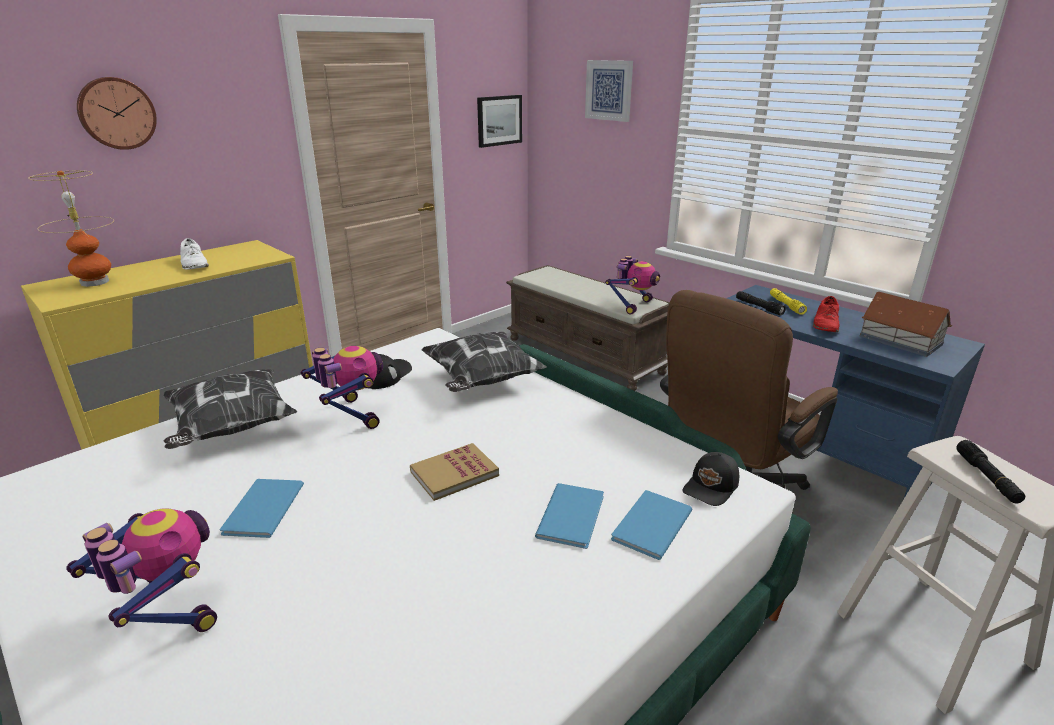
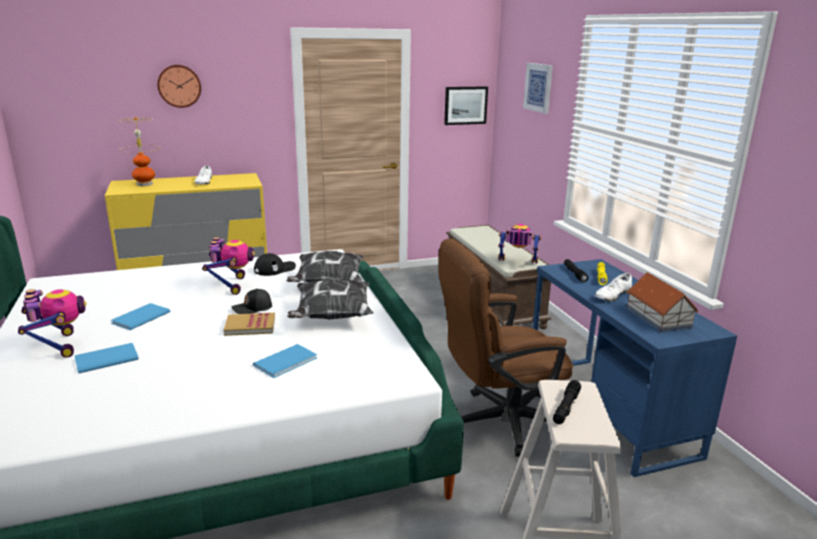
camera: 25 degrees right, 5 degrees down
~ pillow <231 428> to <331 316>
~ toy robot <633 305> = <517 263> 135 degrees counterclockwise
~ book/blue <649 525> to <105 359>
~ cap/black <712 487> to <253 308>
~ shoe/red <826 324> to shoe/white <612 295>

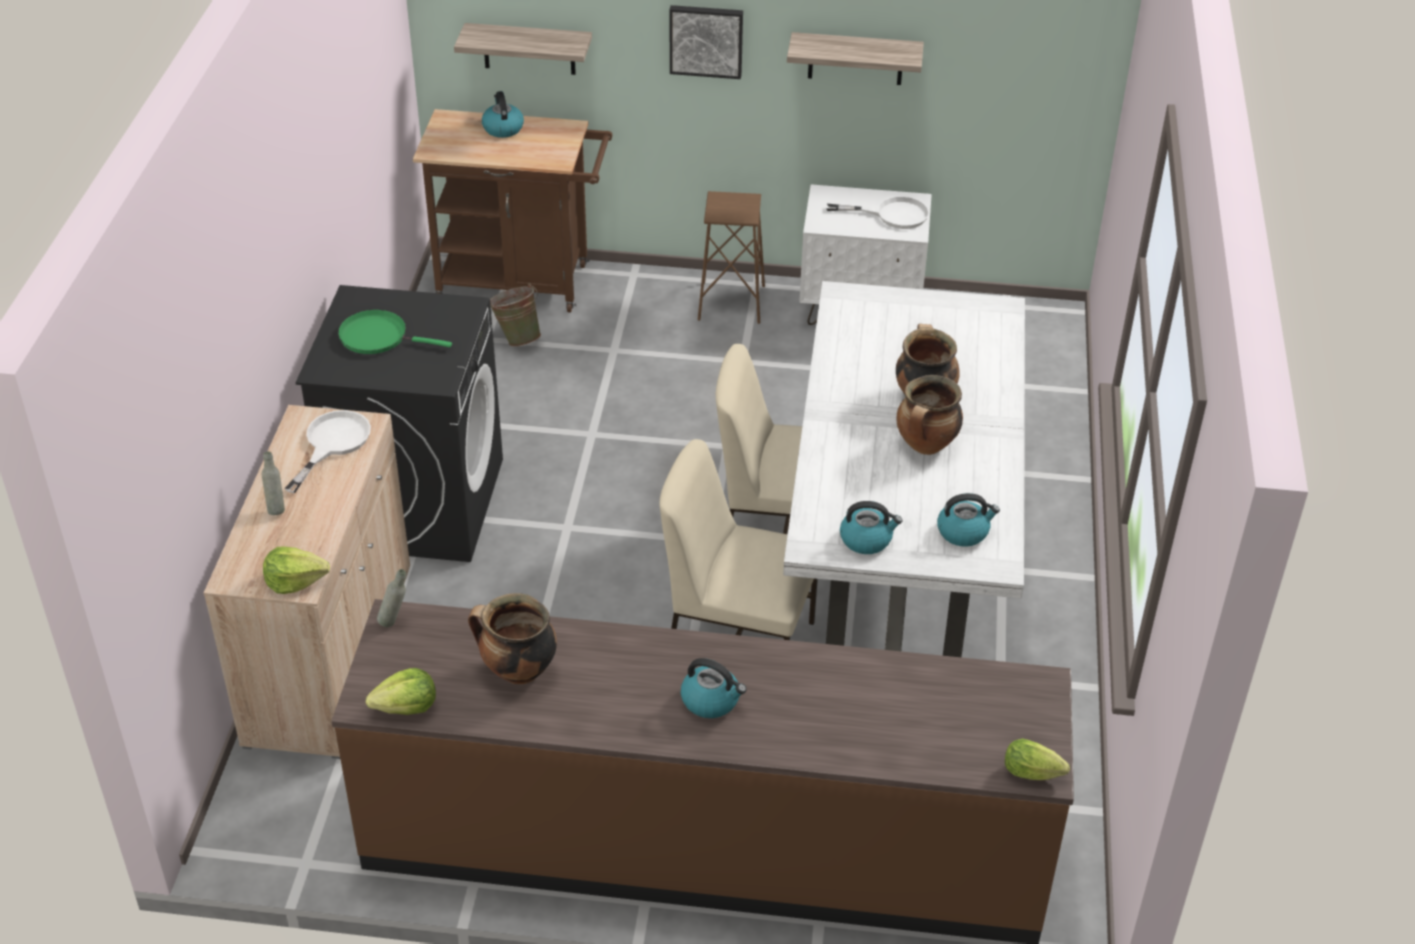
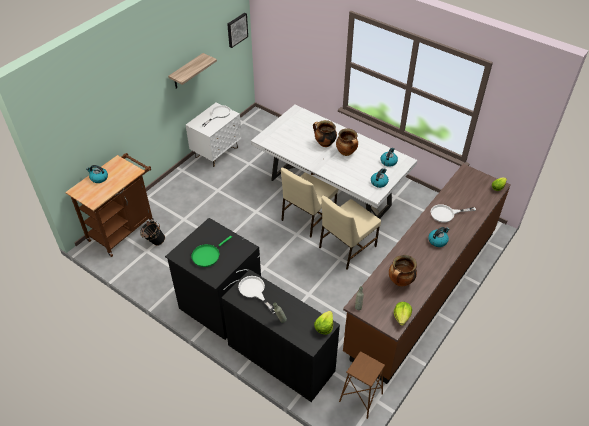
camera: 60 degrees left, 5 degrees up
~ cabinet/beige <330 655> to cabinet/black <281 358>
- shelf <529 49>
~ bucket/green <517 338> to bucket/black <154 242>
~ picture <706 40> to <236 29>
~ stool/brown <731 303> to <361 397>
+ frying pan/white <446 214>

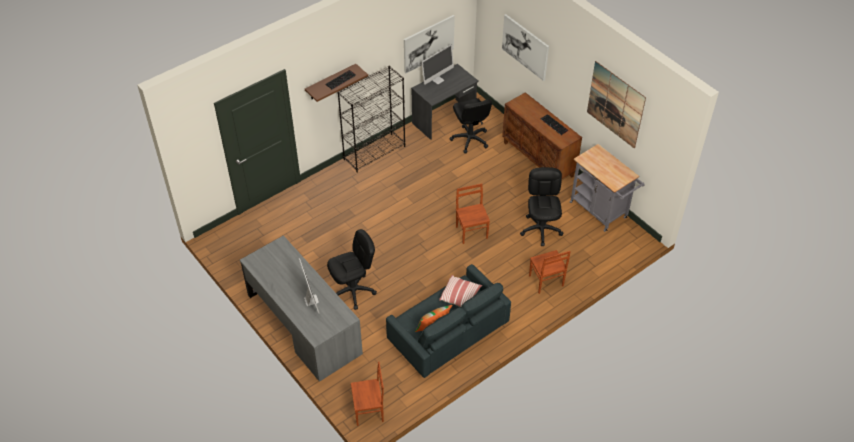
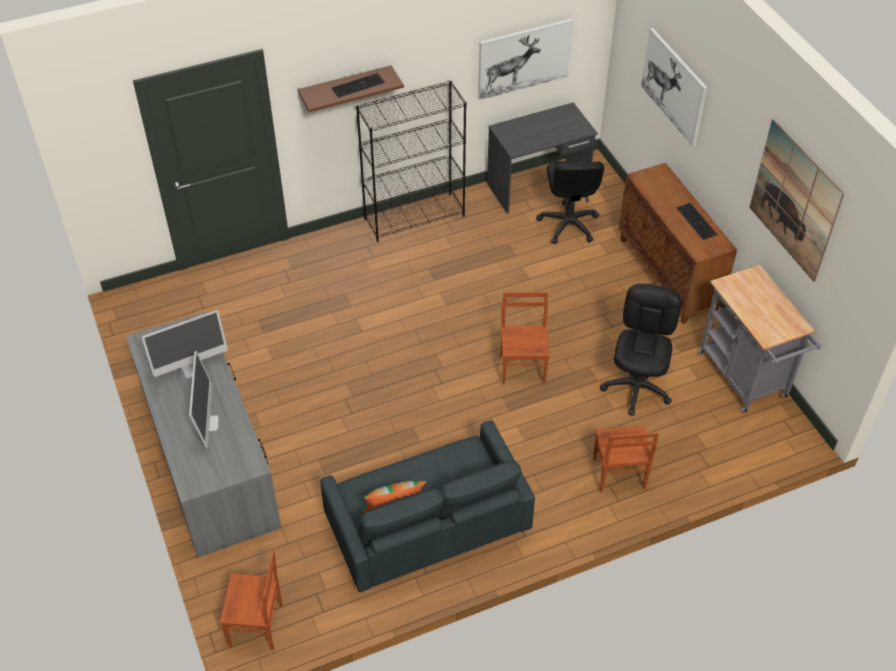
camera: 15 degrees right, 0 degrees up
- office chair/black <353 291>
~ monitor <437 79> to <192 368>
- pillow <460 296>

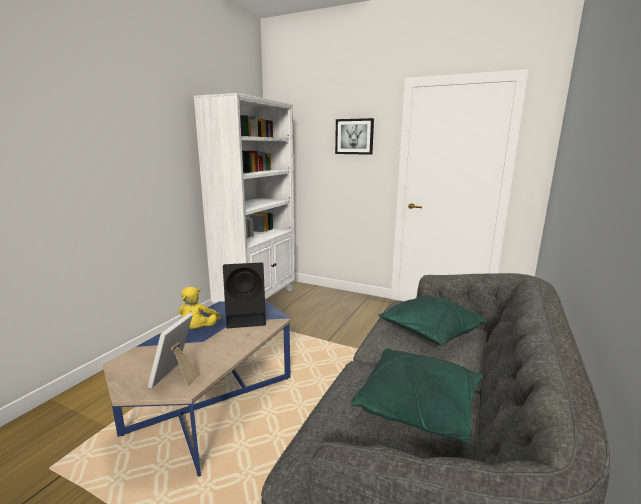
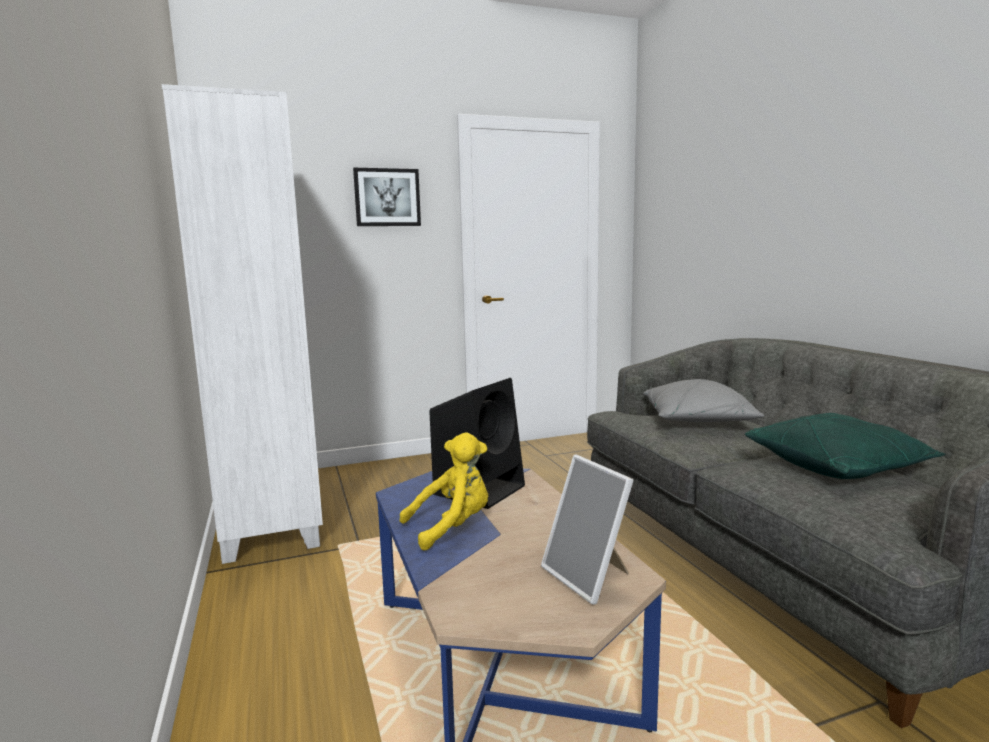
camera: 45 degrees left, 5 degrees down
~ plush toy/yellow <198 329> = <452 527> 75 degrees counterclockwise
~ pillow/green <430 332> to pillow/grey <698 422>

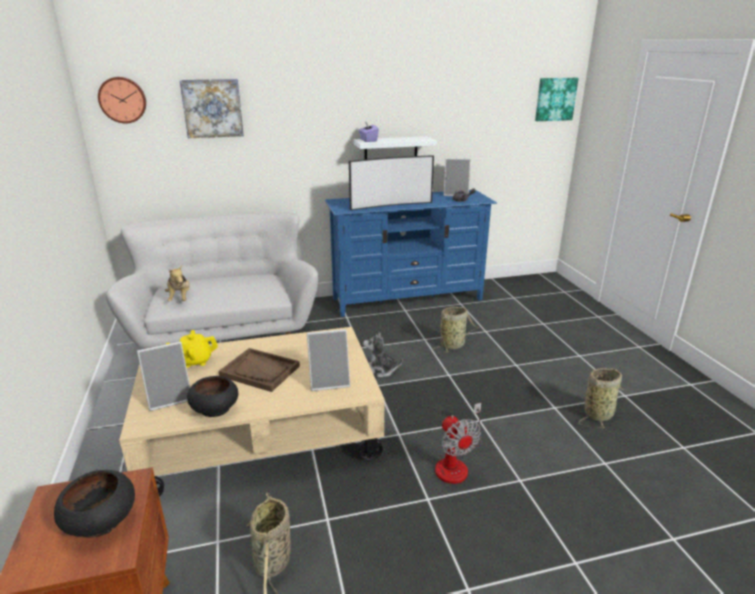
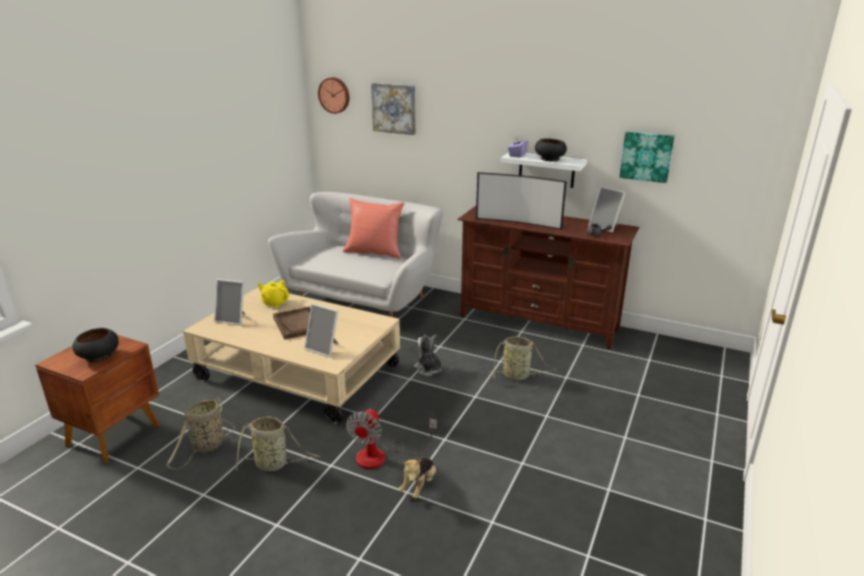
camera: 40 degrees right, 0 degrees up
~ plush toy <180 298> to <419 485>
~ bowl/black <215 408> to <550 159>
~ tv stand/blue <407 298> to tv stand/brown <539 322>
~ picture <555 99> to <646 156>
~ basket <599 413> to <274 464>
+ pillow/red <374 252>

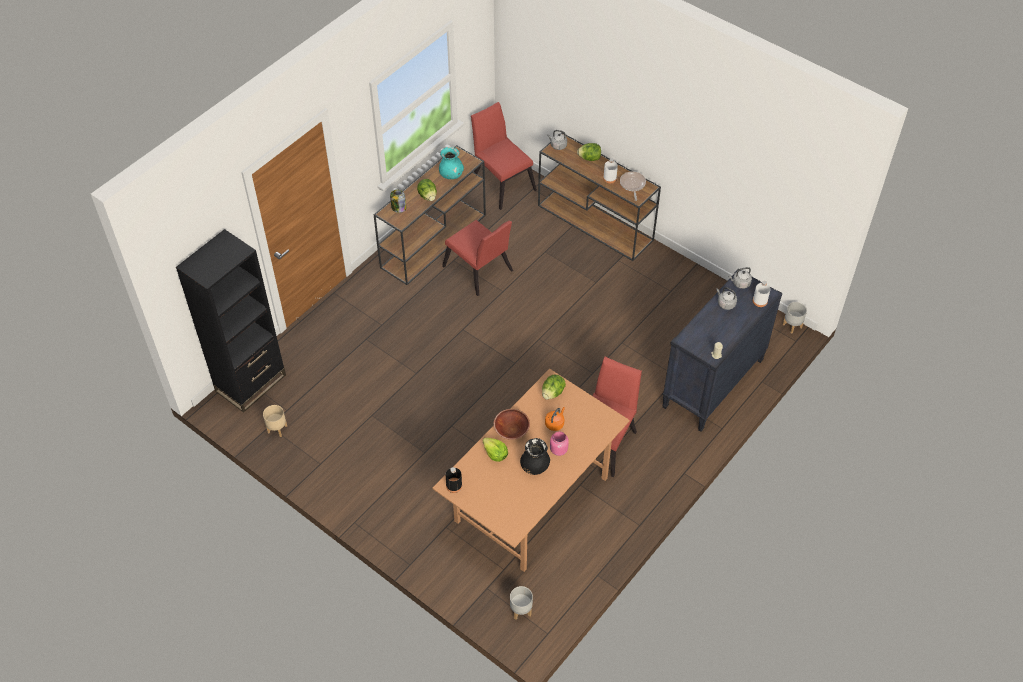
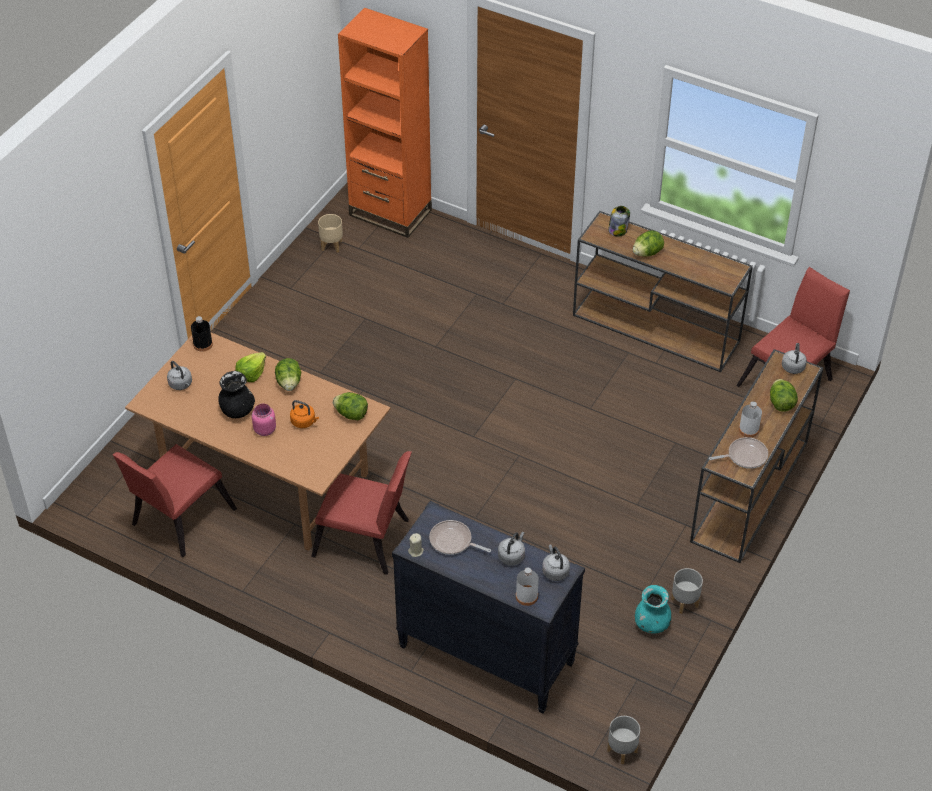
camera: 80 degrees right, 5 degrees down
~ bookcase/black <251 383> to bookcase/orange <390 213>
~ vase/turquoise <451 175> to <651 624>
~ chair/red <480 272> to <178 520>
~ bowl/brown <511 429> to lettuce <289 383>
~ planter/grey <521 610> to <685 602>
+ kettle/grey <181 384>
+ frying pan <453 541>

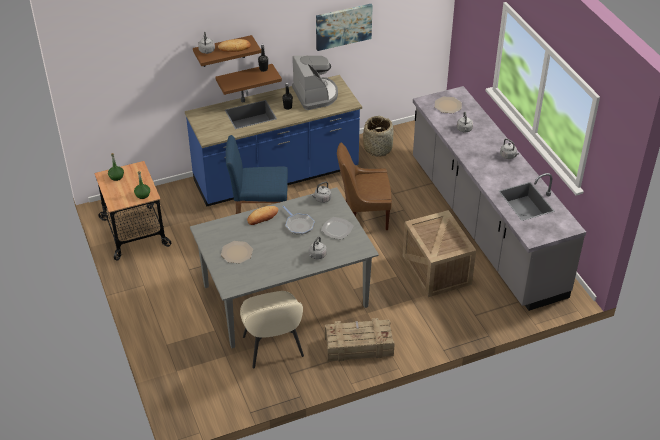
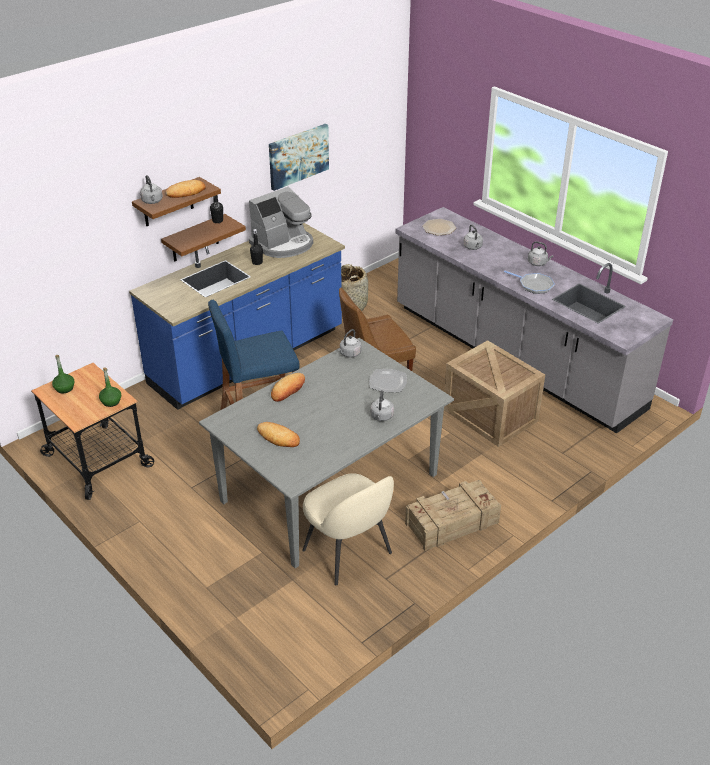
camera: 20 degrees left, 5 degrees down
~ plate <237 252> to bread <278 437>
~ frying pan <298 225> to <534 285>
~ coffee machine <315 95> = <283 244> 90 degrees clockwise

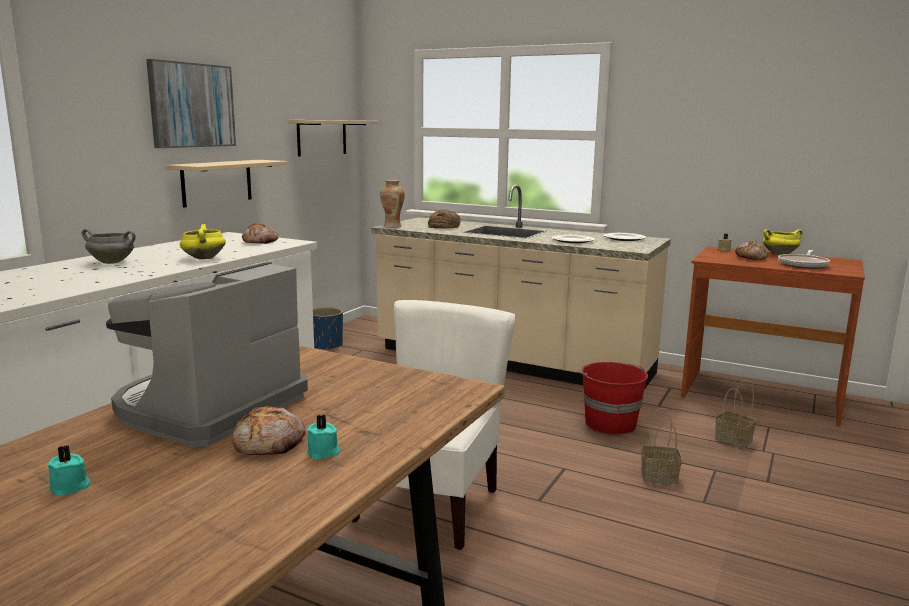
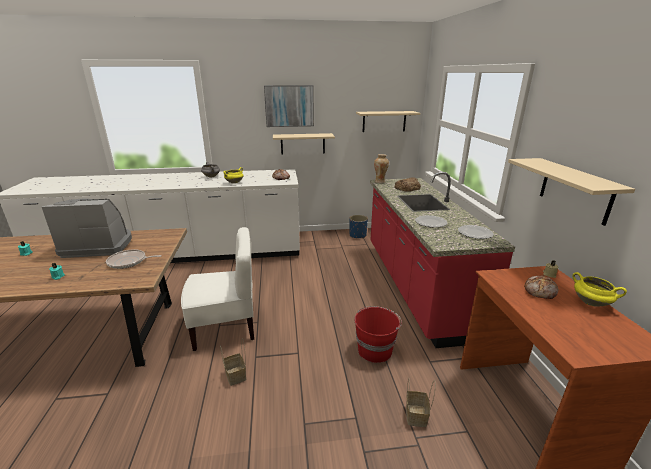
camera: 55 degrees right, 10 degrees up
- bread <270 443>
~ counter/beige <511 362> to counter/red <415 286>
~ basket <660 476> to <236 376>
~ frying pan <803 265> to <129 262>
+ shelf/beige <575 190>

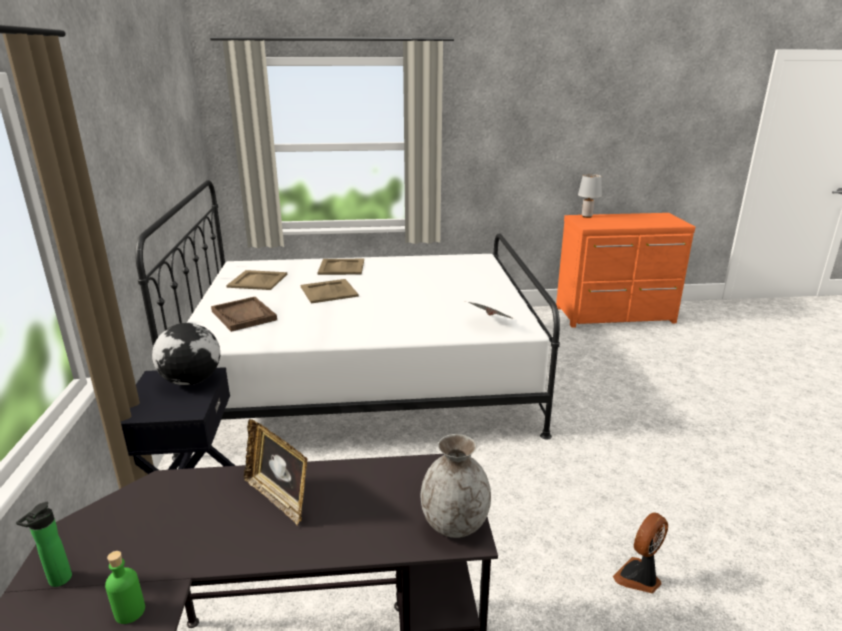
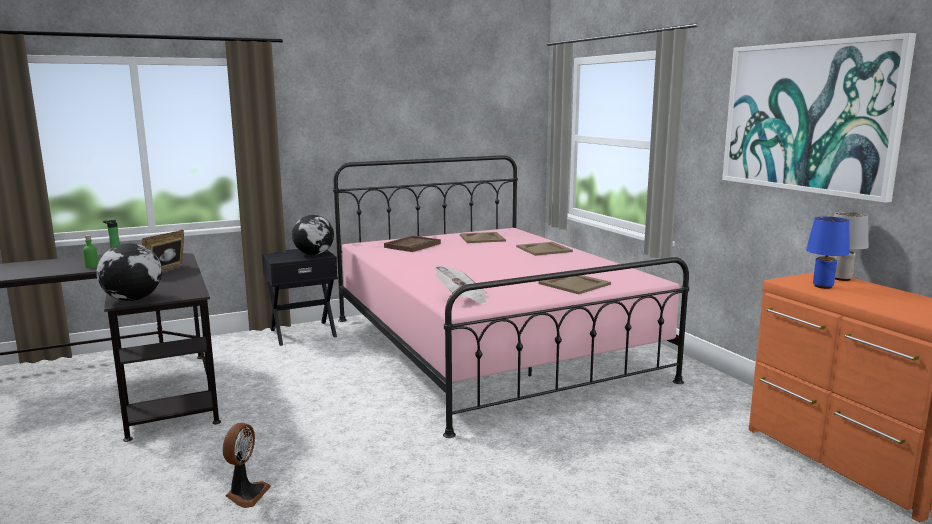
camera: 70 degrees right, 10 degrees down
~ bed/white <366 378> to bed/pink <489 347>
~ tray/beige <329 291> to <575 284>
~ vase/grey <454 524> to globe <133 299>
~ fan <639 578> = <246 494> 75 degrees clockwise
+ picture <808 117>
+ table lamp/blue <823 286>

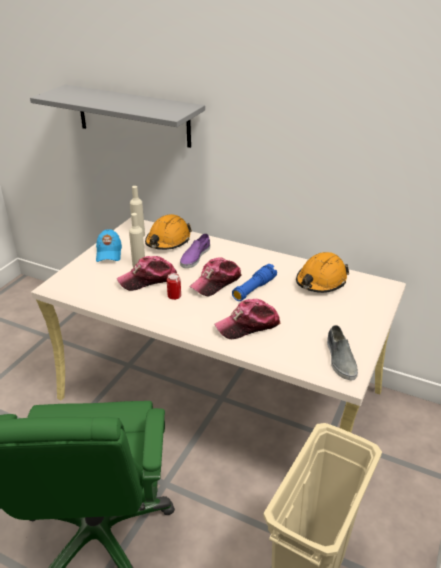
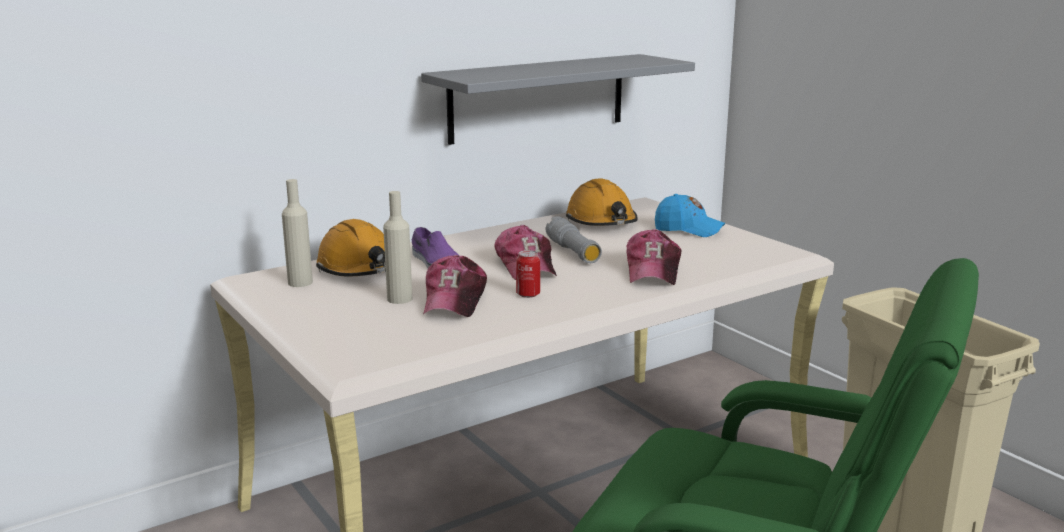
camera: 60 degrees left, 15 degrees down
~ shelf/grey <133 116> to <538 97>
~ cap/blue <109 253> to <688 230>
~ flashlight/blue <254 289> to flashlight/grey <573 252>
- shoe/grey <340 359>

